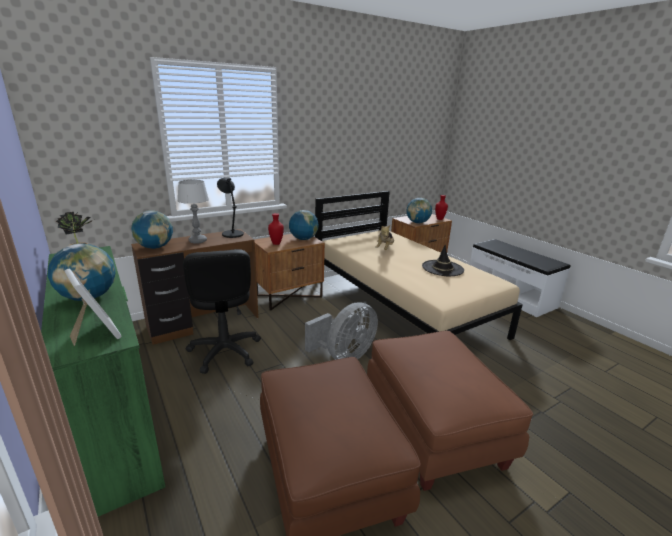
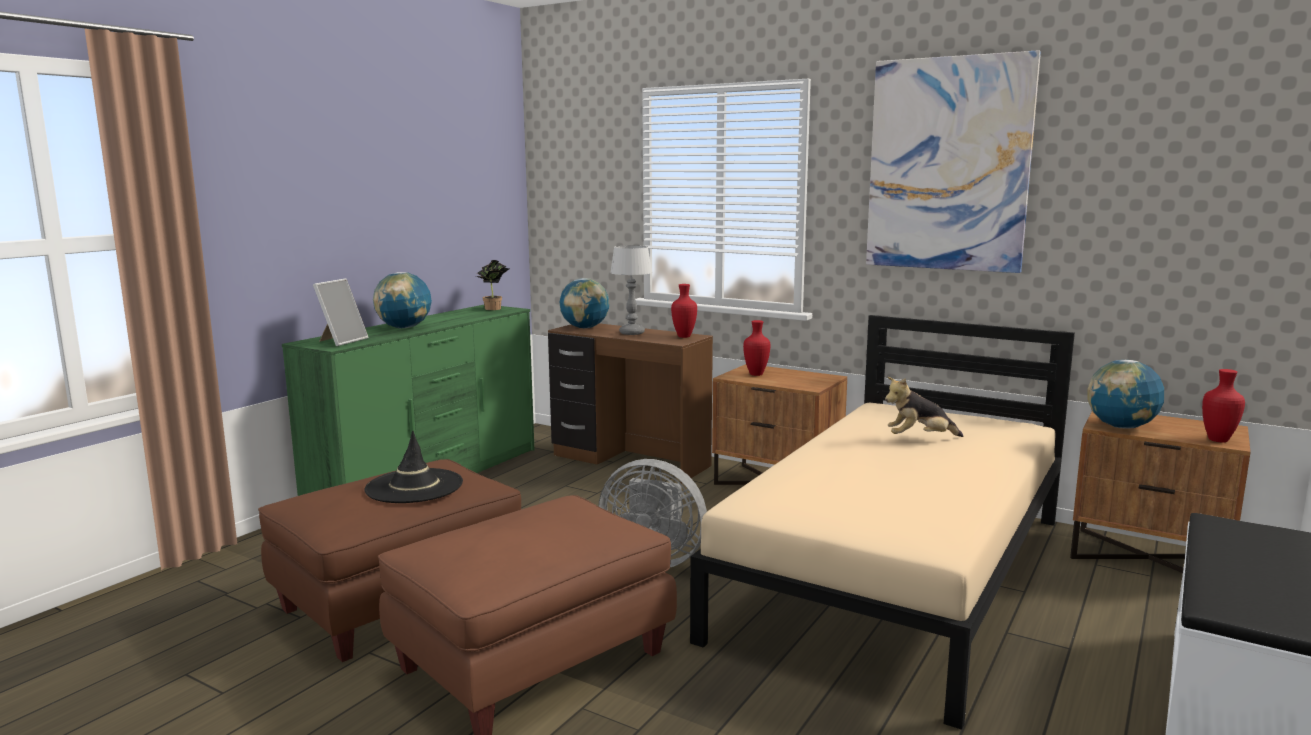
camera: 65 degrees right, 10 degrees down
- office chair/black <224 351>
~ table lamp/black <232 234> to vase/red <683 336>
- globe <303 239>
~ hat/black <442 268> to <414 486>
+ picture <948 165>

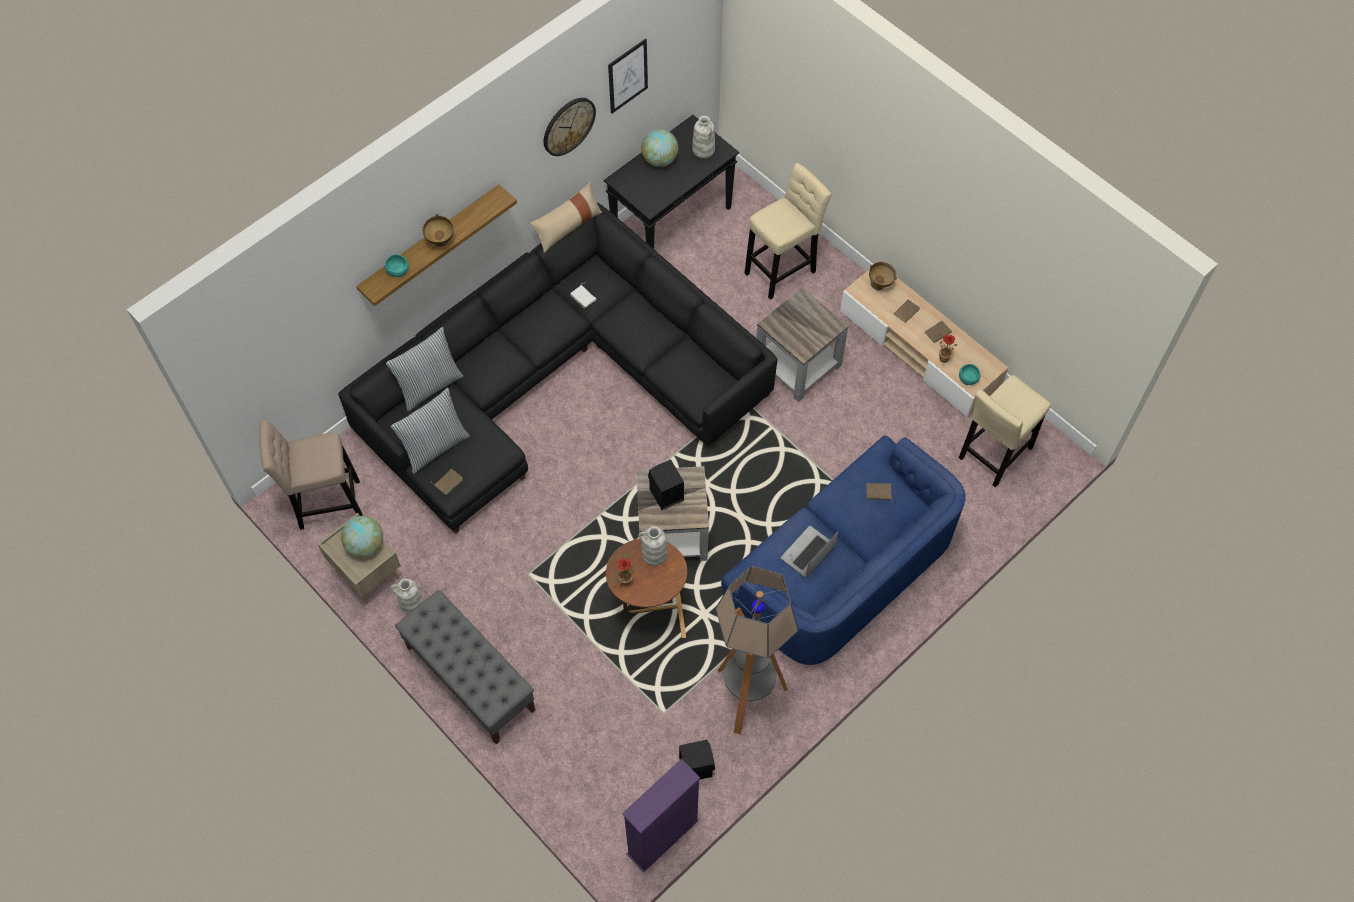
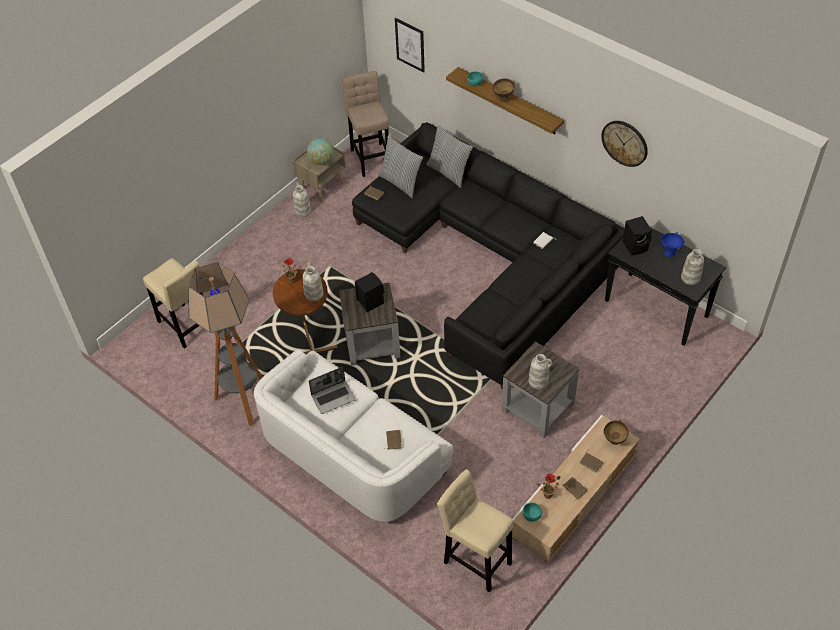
camera: 85 degrees right, 10 degrees down
- bench/grey <470 678>
- pillow/beige <568 227>
~ picture <627 76> to <410 45>
- bookcase/purple <662 837>
~ globe <659 159> to bowl/blue <670 251>
~ speaker/black <696 766> to <636 246>
~ sofa/blue <842 569> to sofa/white <352 453>
~ stool/beige <783 270> to <186 327>
~ laptop <808 553> = <333 397> 120 degrees clockwise
+ vase/white <539 381>

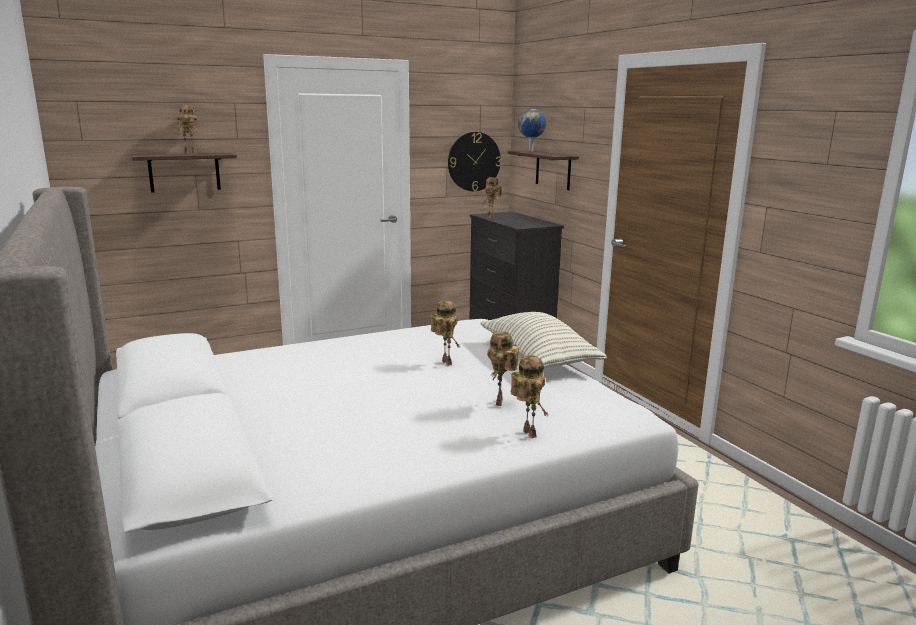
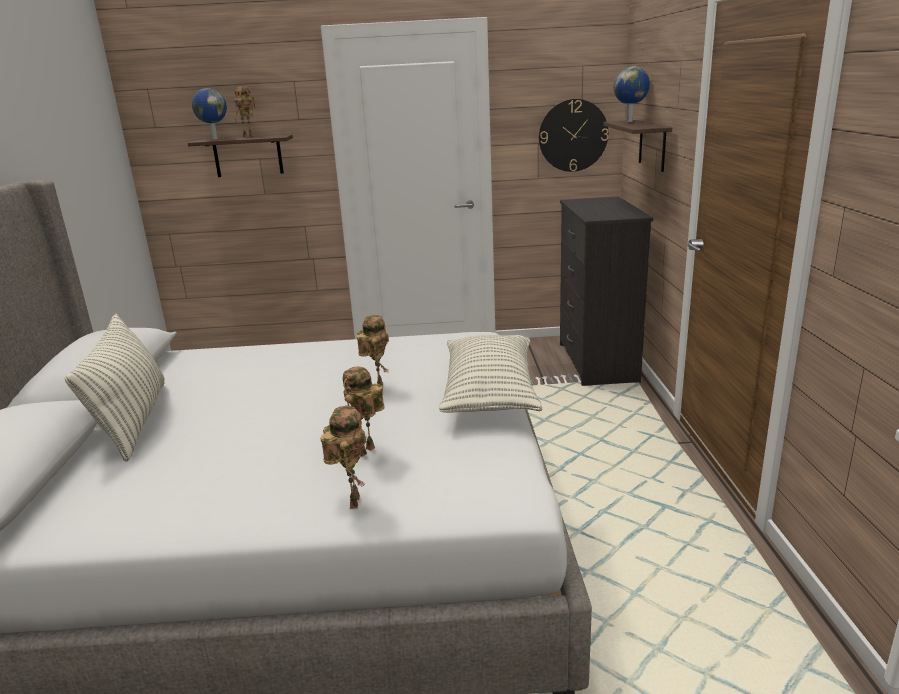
camera: 25 degrees right, 5 degrees up
- toy robot <491 217>
+ pillow <133 420>
+ globe <214 139>

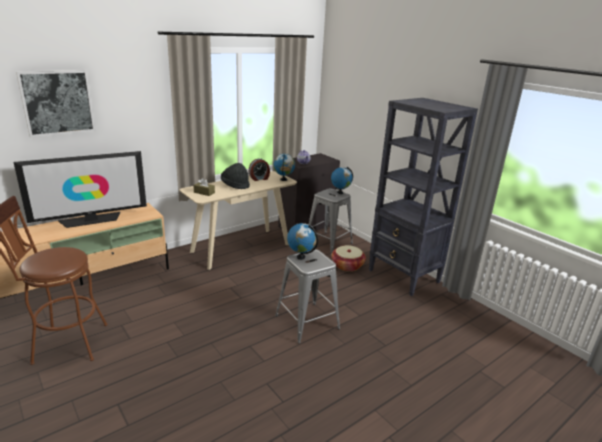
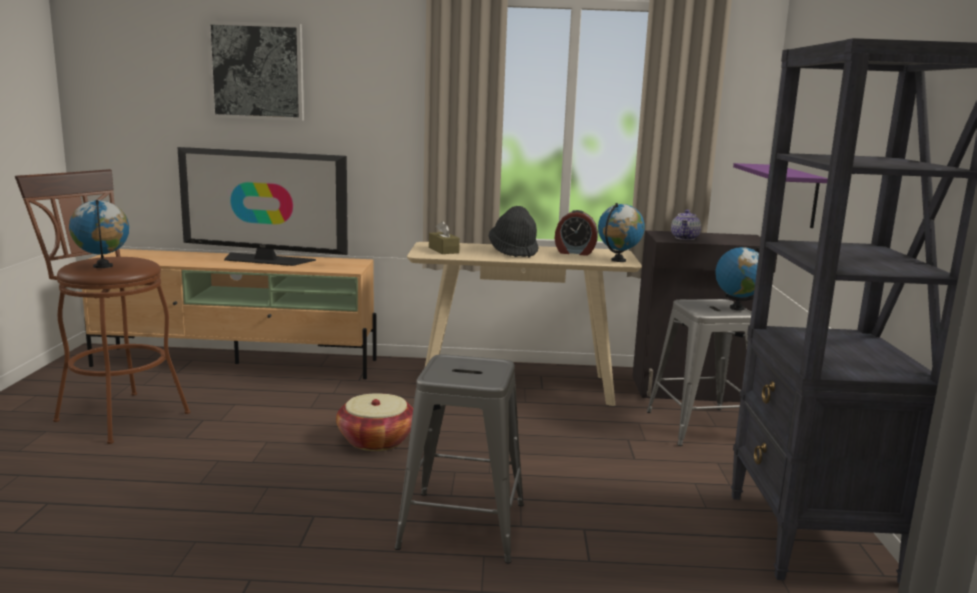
camera: 40 degrees right, 10 degrees down
~ globe <301 257> to <103 266>
~ basket <347 266> to <376 440>
+ shelf/purple <797 195>

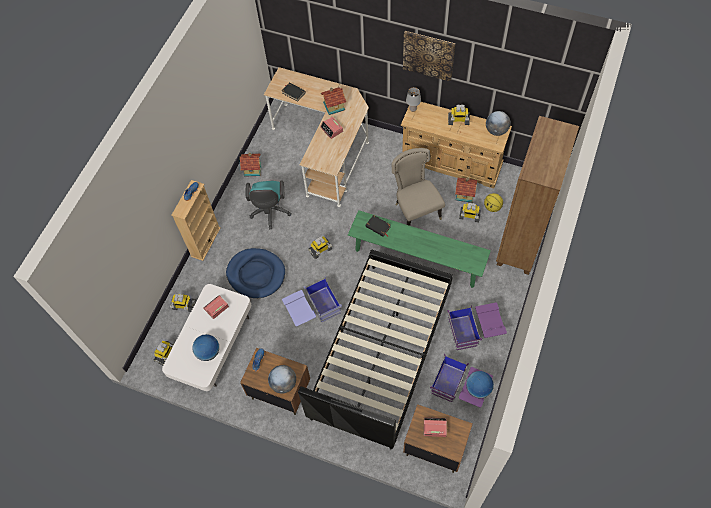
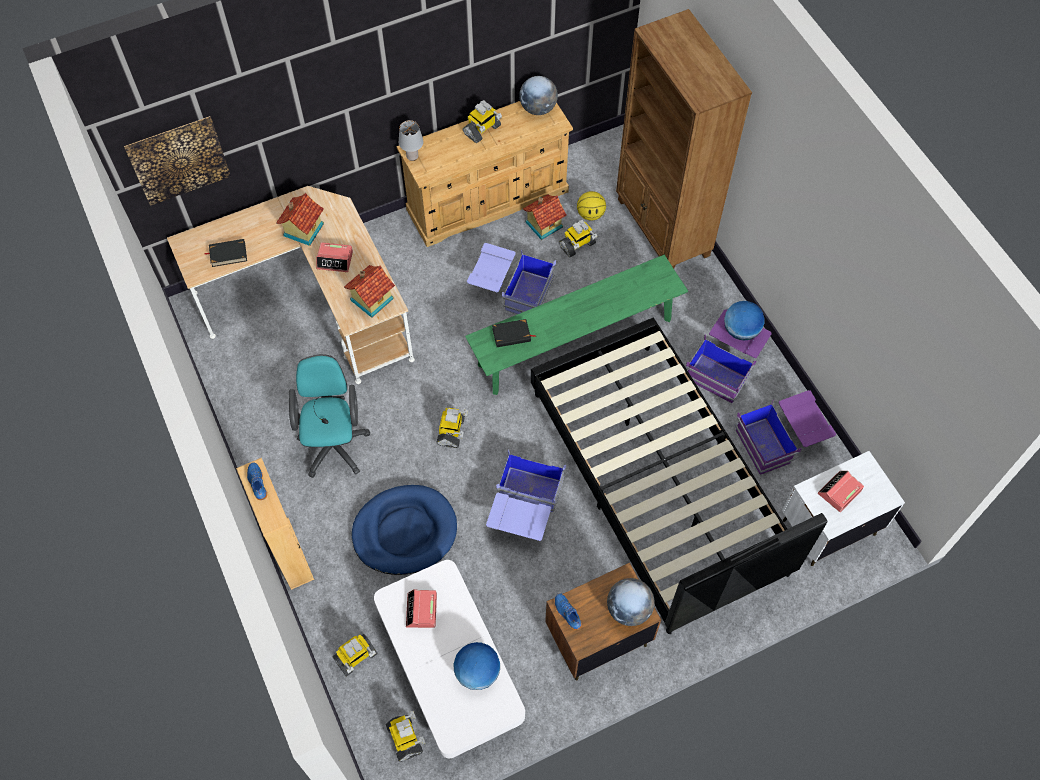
camera: 50 degrees left, 0 degrees up
~ toy house <252 168> to <371 299>
~ office chair/turquoise <270 213> = <334 442> 135 degrees counterclockwise
~ chair/beige <415 211> to storage box/blue <511 290>
~ picture <428 55> to <178 160>
~ nightstand/brown <434 447> to nightstand/white <827 527>
~ globe <478 388> to <740 330>

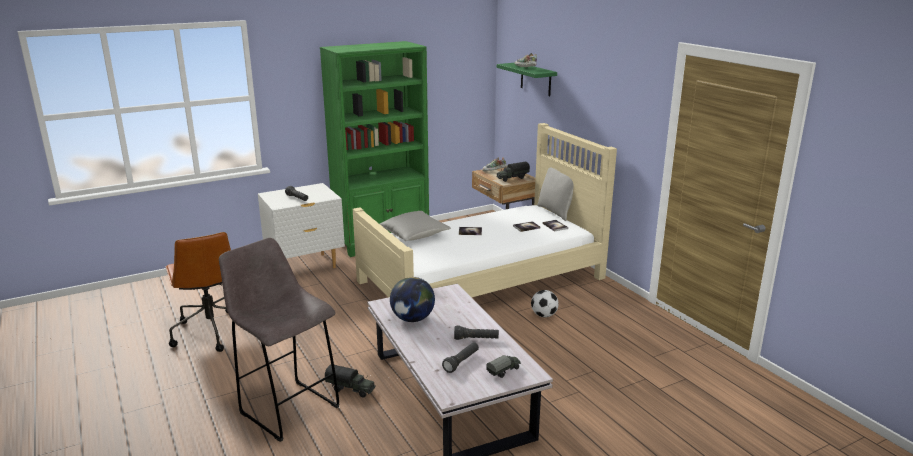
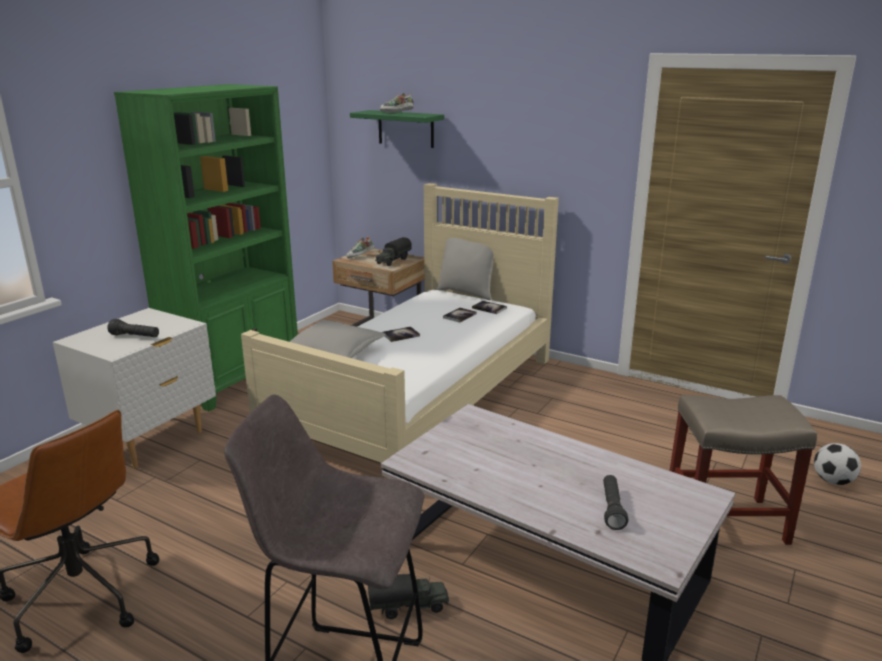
camera: 30 degrees left, 0 degrees up
- globe <412 319>
- flashlight/black <476 339>
- toy truck <504 371>
~ football <544 315> to <833 481>
+ stool/beige <727 520>

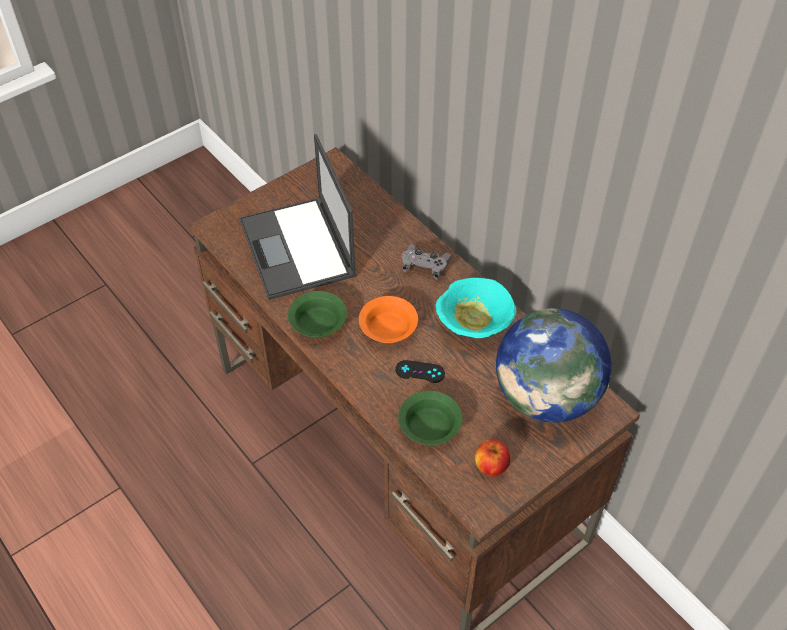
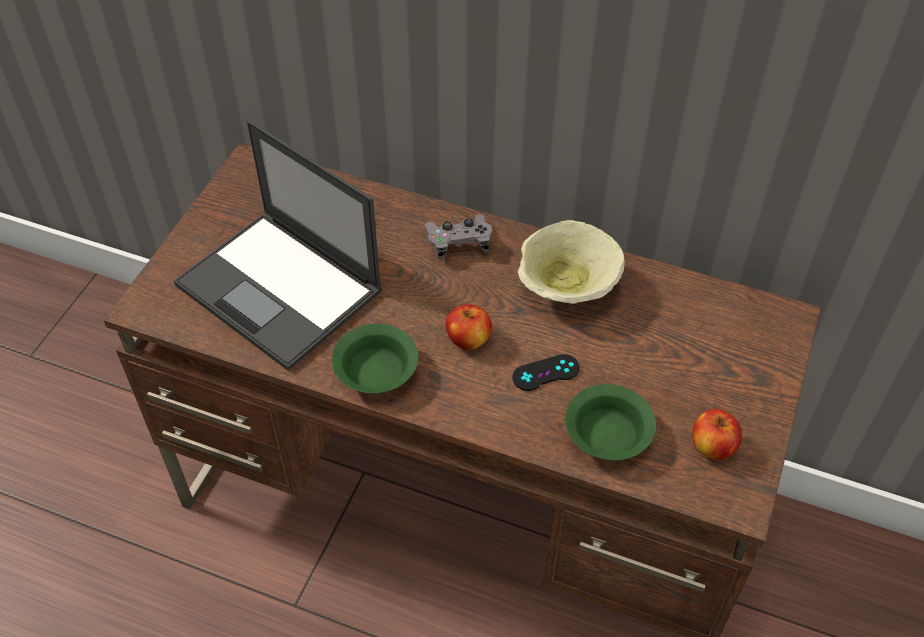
camera: 30 degrees left, 0 degrees up
~ bowl/orange <387 330> to apple <468 340>
~ bowl/turquoise <473 326> to bowl/beige <567 289>
- globe <546 397>

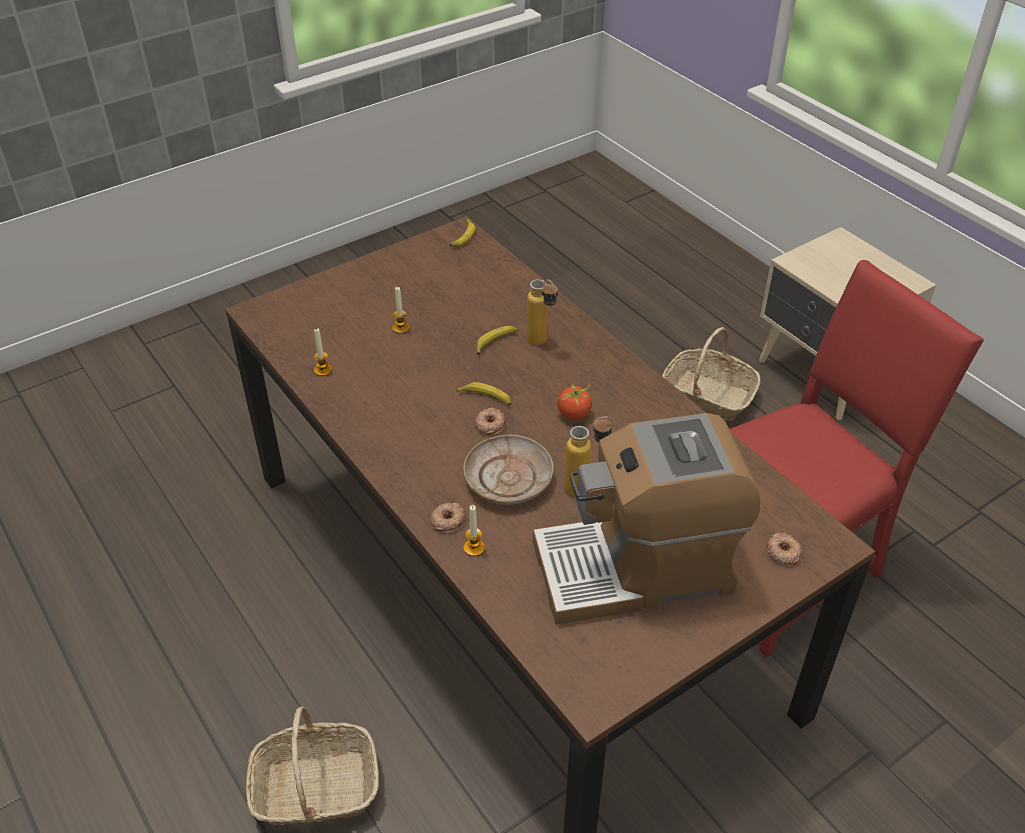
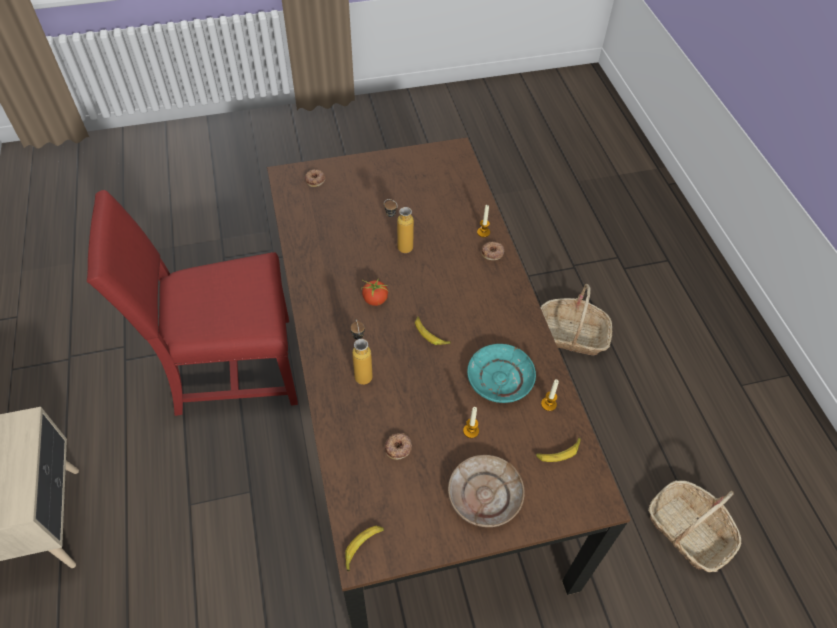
camera: 160 degrees left, 10 degrees up
~ plate/beige <509 479> to <484 495>
~ donut <490 425> to <398 447>
~ banana <495 342> to <558 452>
- coffee machine <636 567>
~ basket <708 395> to <688 531>
+ plate/turquoise <499 379>

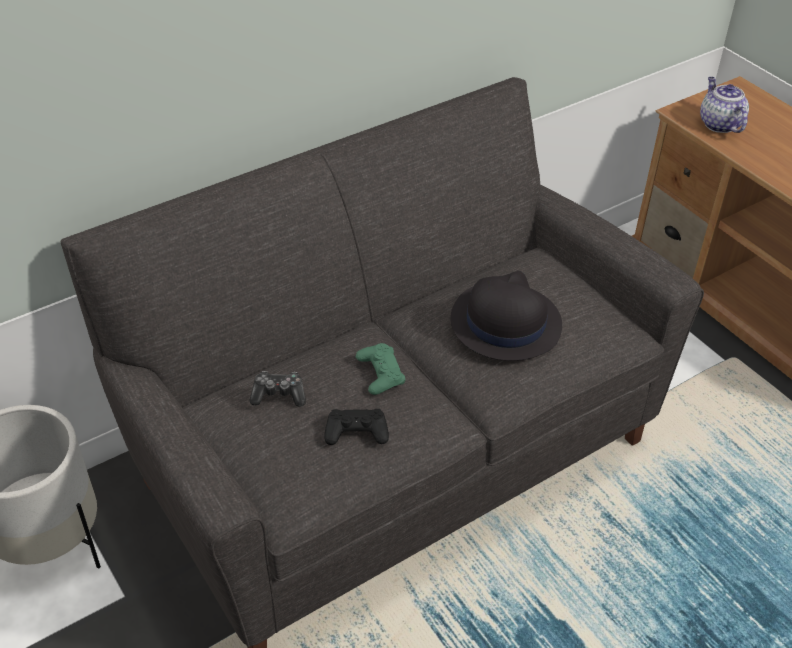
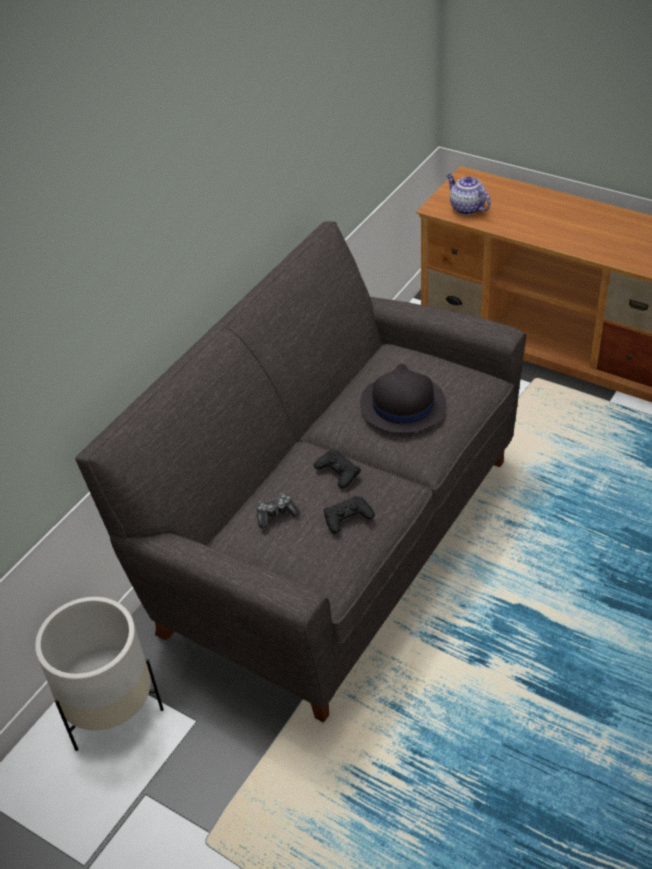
camera: 20 degrees left, 0 degrees up
~ game controller/green <380 373> to game controller/black <338 472>

